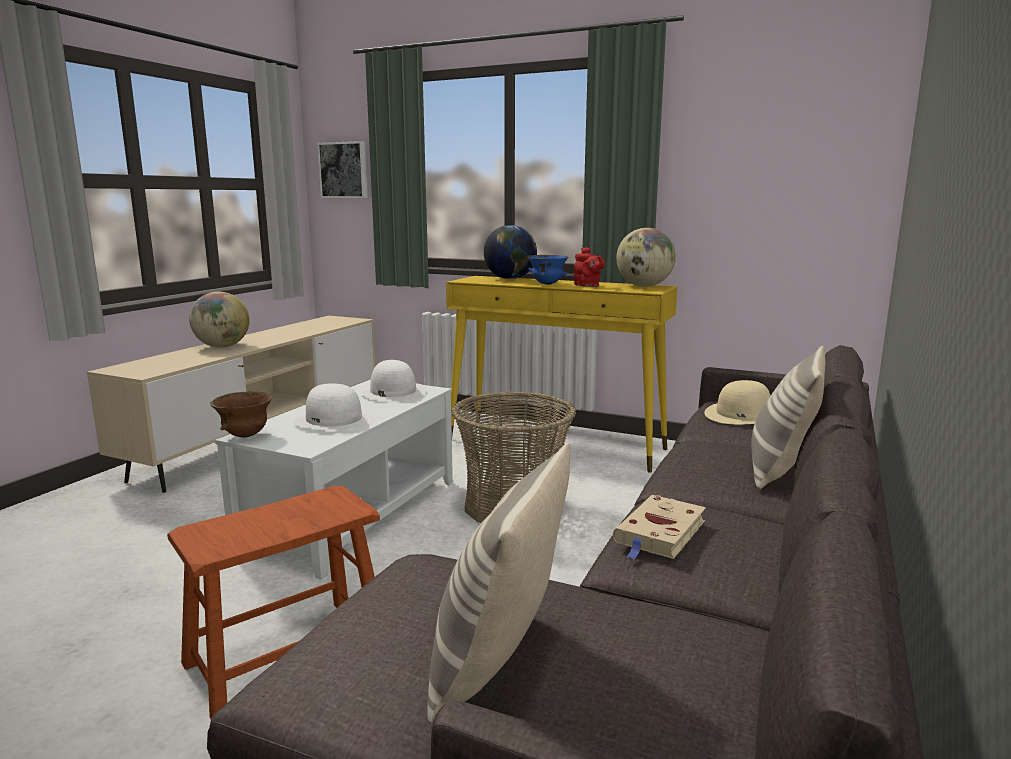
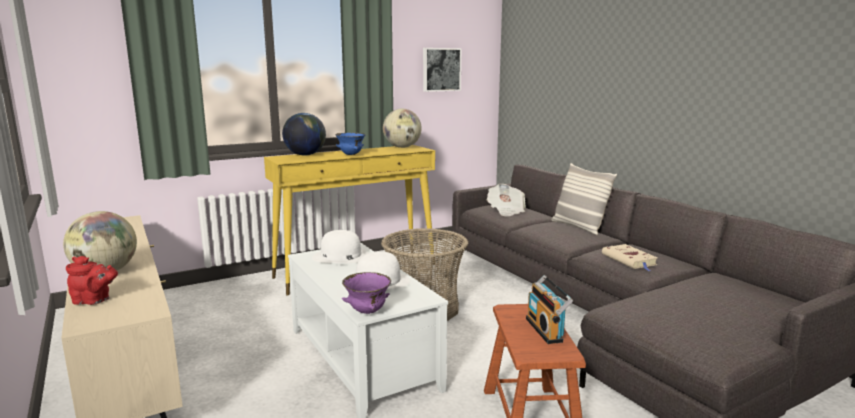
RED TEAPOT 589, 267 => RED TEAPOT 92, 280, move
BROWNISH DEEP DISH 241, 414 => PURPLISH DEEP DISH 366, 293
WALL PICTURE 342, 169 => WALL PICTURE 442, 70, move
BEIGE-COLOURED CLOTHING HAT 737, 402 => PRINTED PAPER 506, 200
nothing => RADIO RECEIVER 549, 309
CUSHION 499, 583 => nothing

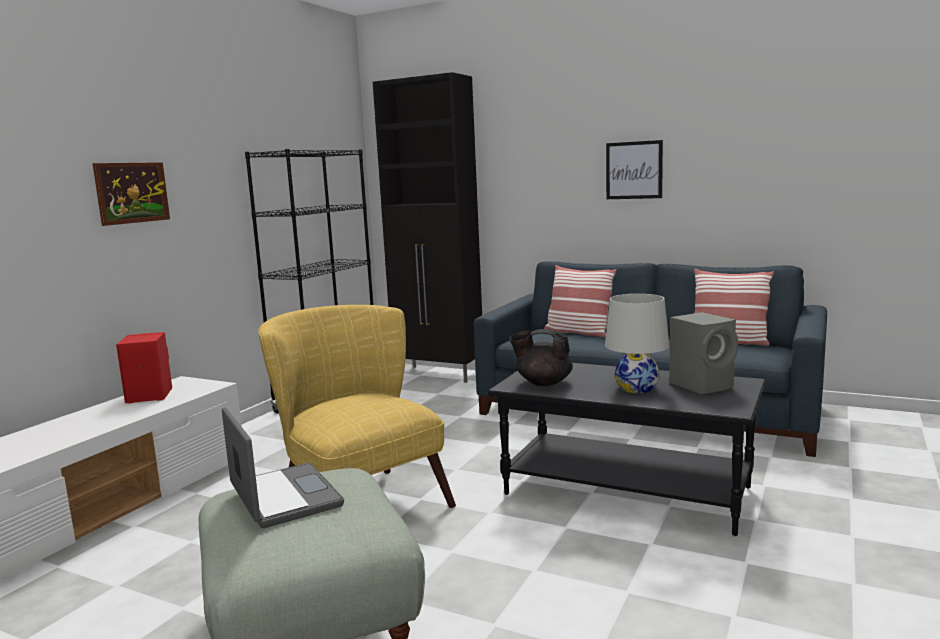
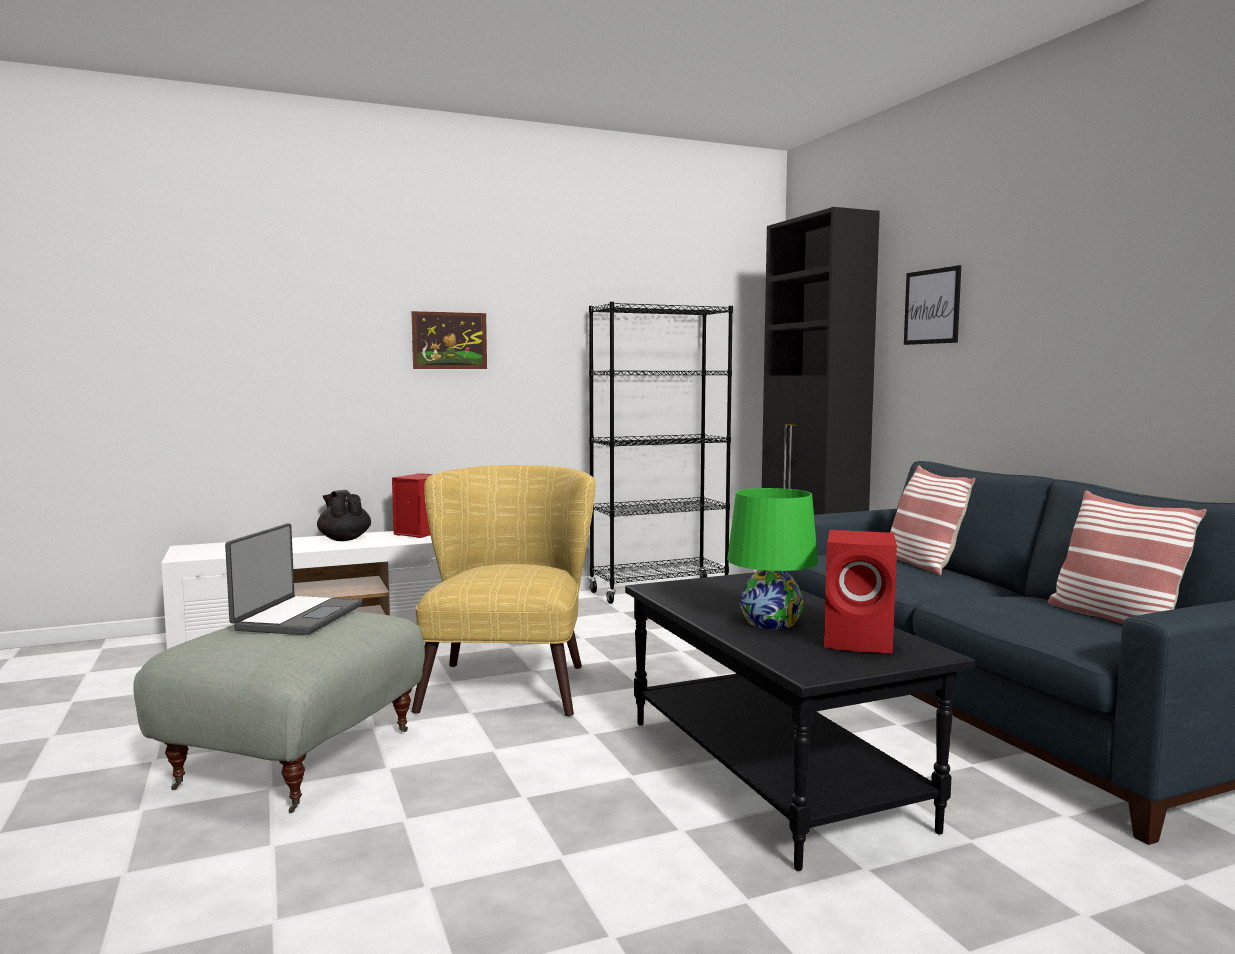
BLACK-COLOURED TEAPOT 541, 357 => BLACK-COLOURED TEAPOT 344, 515, move
WHITE-COLOURED TABLETOP LAMP 637, 343 => GREEN-COLOURED TABLETOP LAMP 772, 558
GRAY AUDIO SPEAKER 703, 353 => RED AUDIO SPEAKER 860, 591
WALL PICTURE 634, 169 => WALL PICTURE 932, 305, move

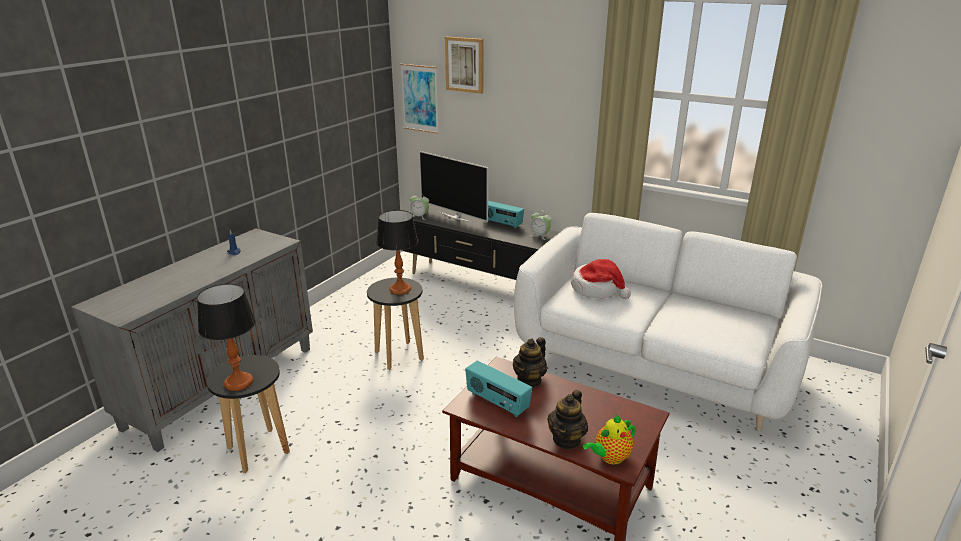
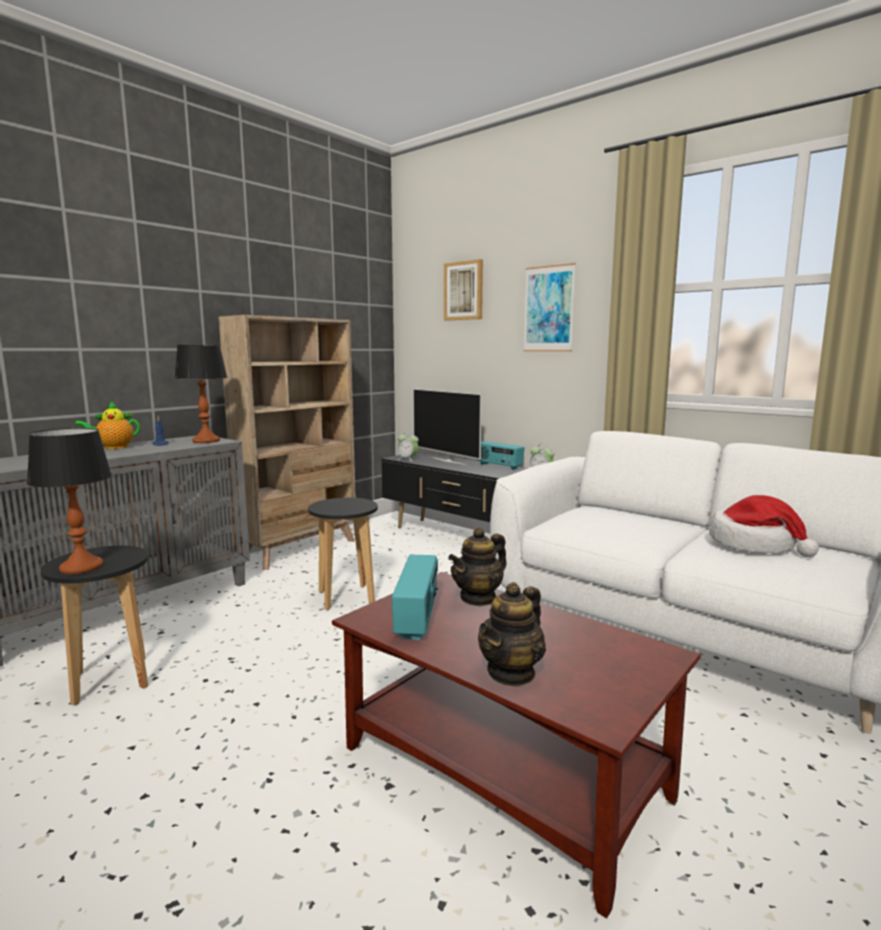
TEAPOT 609, 440 => TEAPOT 107, 425, move
TABLETOP LAMP 397, 252 => TABLETOP LAMP 201, 394, move
nothing => BEIGE-COLOURED SHELVING UNIT 287, 442
RADIO RECEIVER 498, 389 => RADIO RECEIVER 415, 597, 135 degrees counterclockwise
WALL PICTURE 419, 99 => WALL PICTURE 549, 307, move
CLOTHING HAT 601, 279 => CLOTHING HAT 764, 526, move

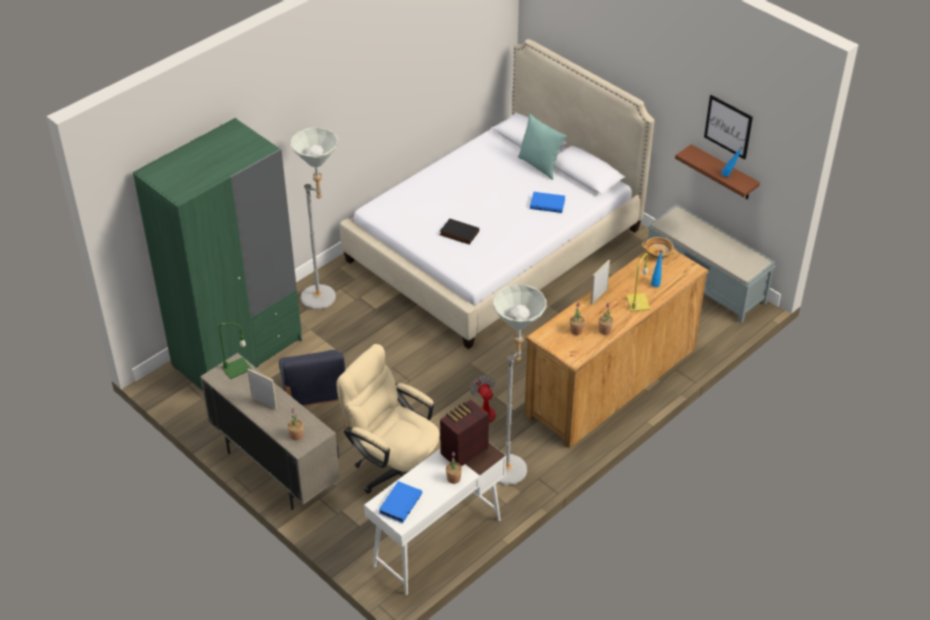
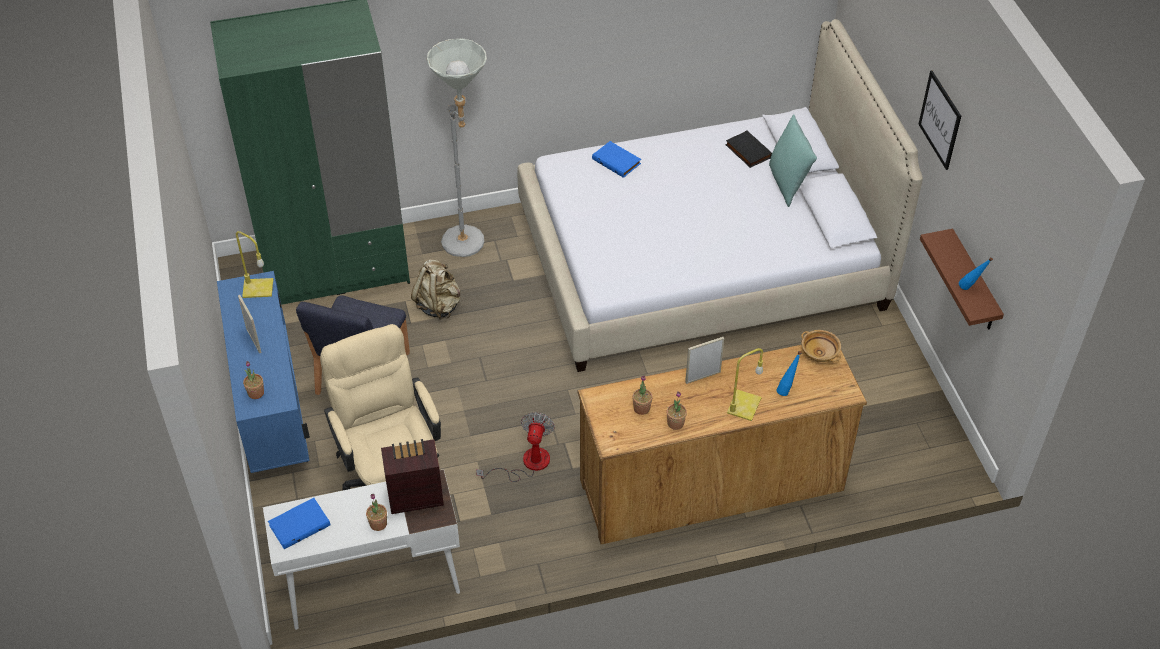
BEIGE-COLOURED CABINET 270, 431 => BLUISH CABINET 263, 372
GREEN-COLOURED TABLETOP LAMP 235, 351 => YELLOW-COLOURED TABLETOP LAMP 254, 264
nothing => BEIGE-COLOURED BACKPACK 435, 289
BLUISH BOOK 547, 202 => BLUISH BOOK 616, 159, move
BLACK-COLOURED BOOK 459, 231 => BLACK-COLOURED BOOK 748, 149, move
WALL PICTURE 728, 127 => WALL PICTURE 939, 120, move
GRAY FLOOR LAMP 519, 384 => nothing
GRAY LONG SEAT 712, 263 => nothing

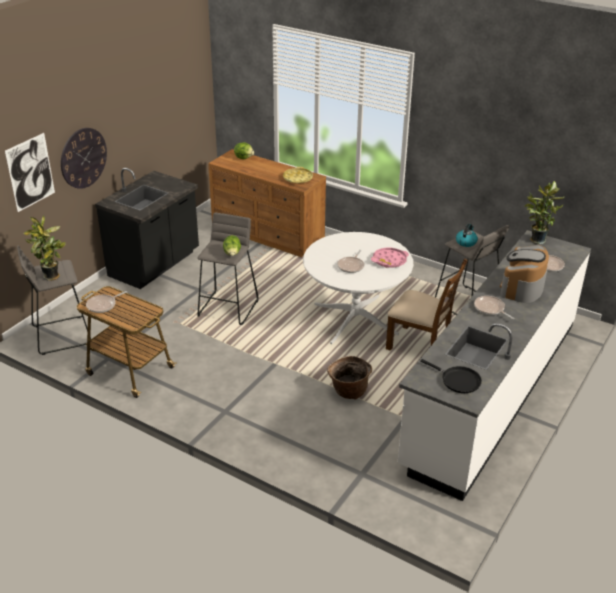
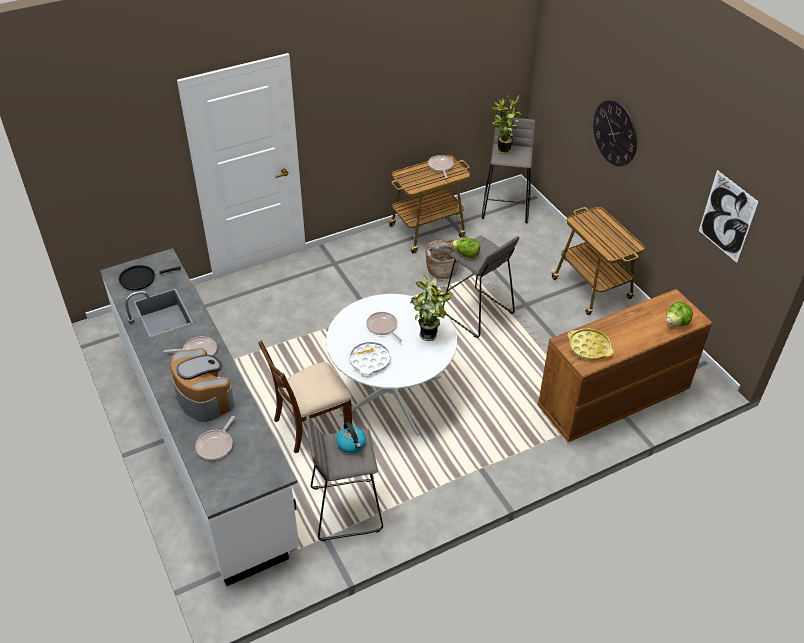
PINKISH SERVING TRAY 390, 258 => WHITE-COLOURED SERVING TRAY 370, 357
PLANT IN A POT 544, 212 => PLANT IN A POT 431, 307, move
BASKET 349, 377 => BASKET 442, 259, move
BLACK-COLOURED KITCHEN BASE UNIT 147, 228 => CART 598, 261
WALL PICTURE 30, 172 => WALL PICTURE 729, 216, move

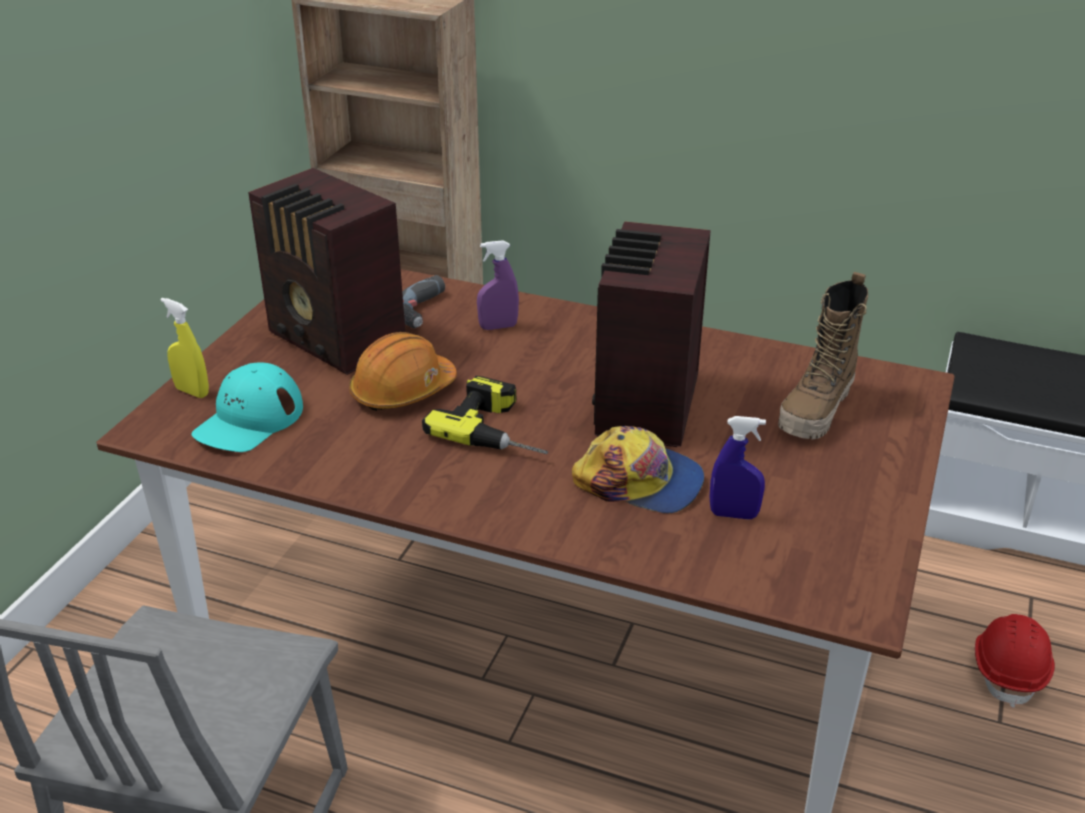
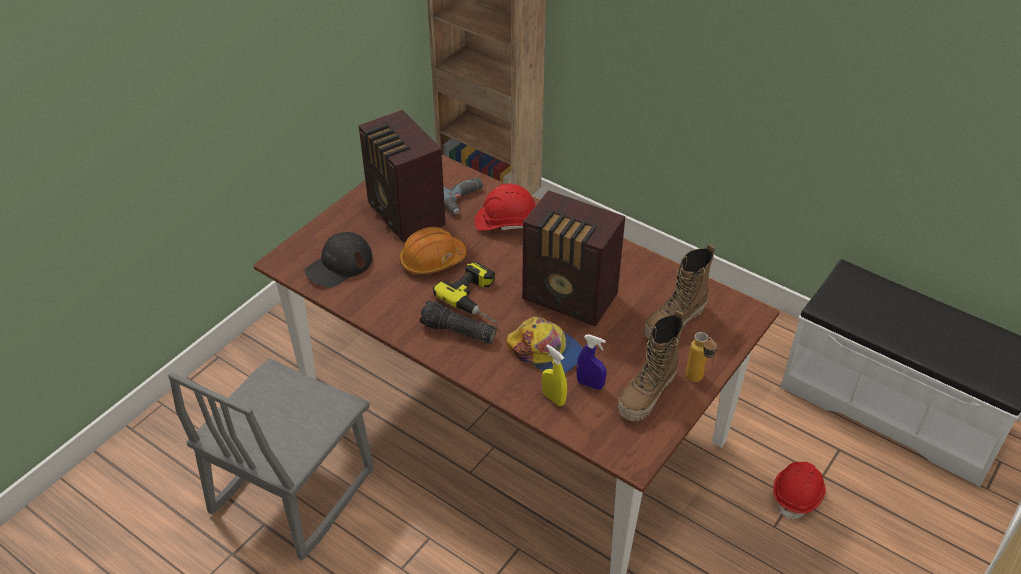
TURQUOISE-COLOURED CAP 247, 407 => BLACK-COLOURED CAP 338, 260
nothing => FLASHLIGHT 458, 322
PURPLISH HAND SPRAYER 498, 285 => RED HARD HAT 505, 207
RADIO RECEIVER 651, 334 => RADIO RECEIVER 573, 258, 90 degrees counterclockwise
YELLOW-COLOURED HAND SPRAYER 185, 347 => YELLOW-COLOURED HAND SPRAYER 554, 375, move
nothing => HIGH-TOP BOOT 651, 365
nothing => BOTTLE 701, 357

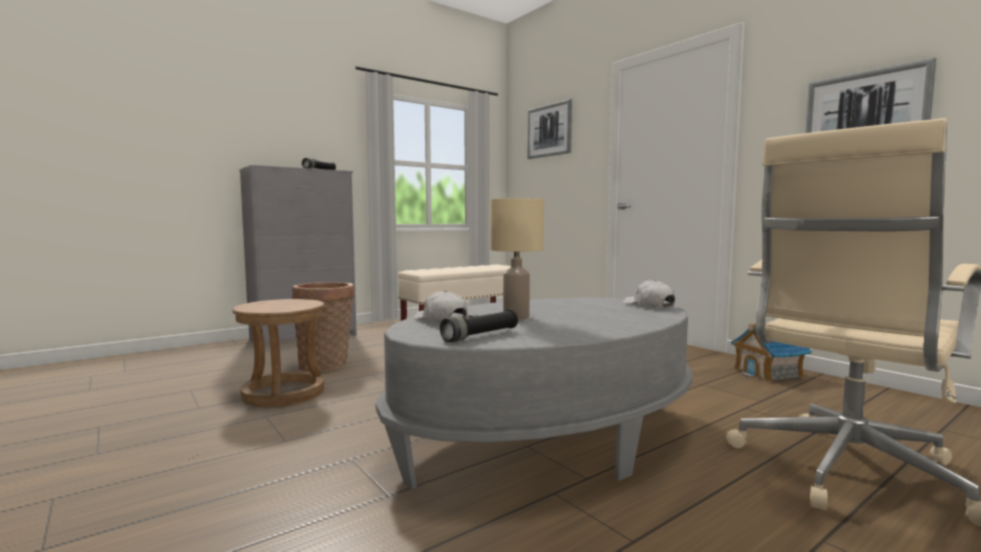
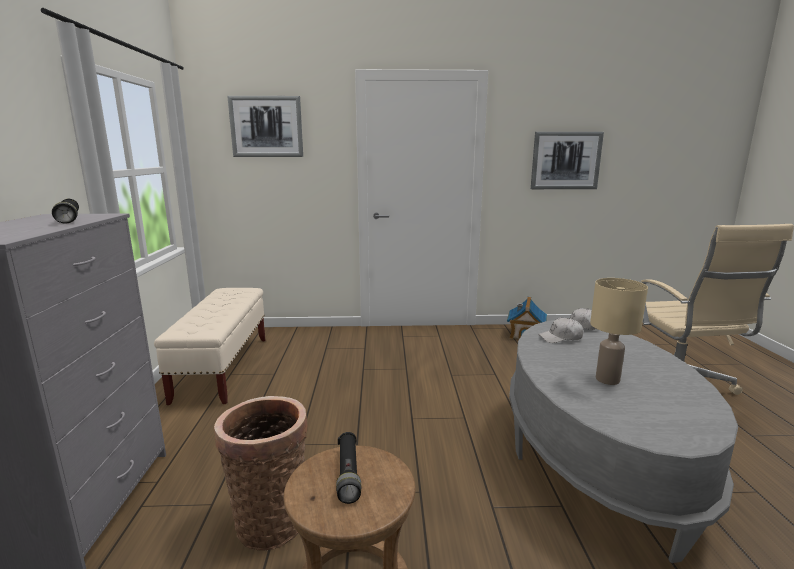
BLACK-COLOURED FLASHLIGHT 479, 326 => BLACK-COLOURED FLASHLIGHT 348, 468, move
WHITE-COLOURED CAP 440, 306 => WHITE-COLOURED CAP 561, 330, move

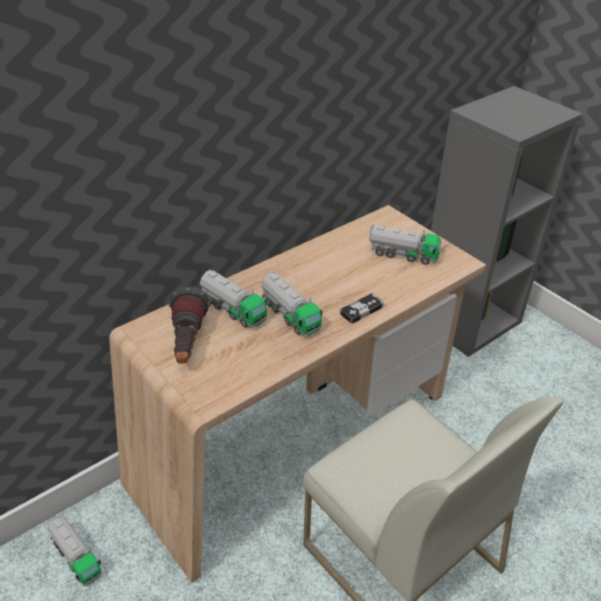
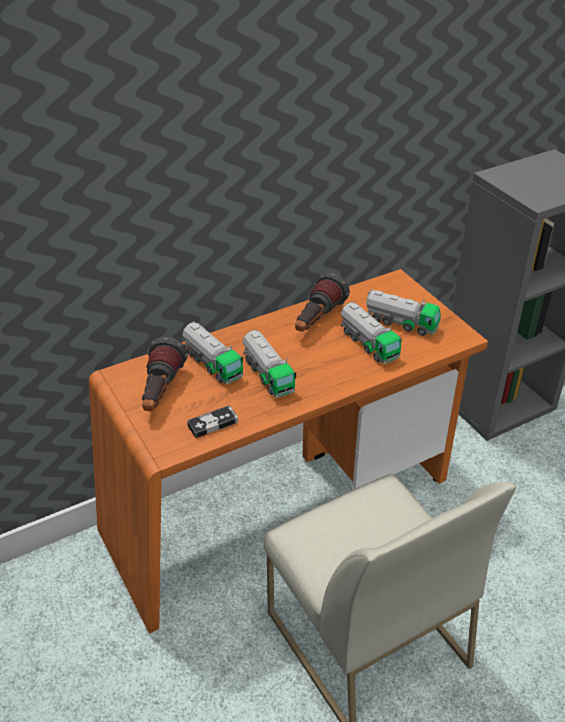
BEIGE-COLOURED DESK UNIT 297, 394 => ORANGEY DESK UNIT 288, 451
GAME CONTROLLER 362, 308 => GAME CONTROLLER 212, 421, move
nothing => FLASHLIGHT 322, 302
TOY TRUCK 75, 551 => TOY TRUCK 371, 333, move

